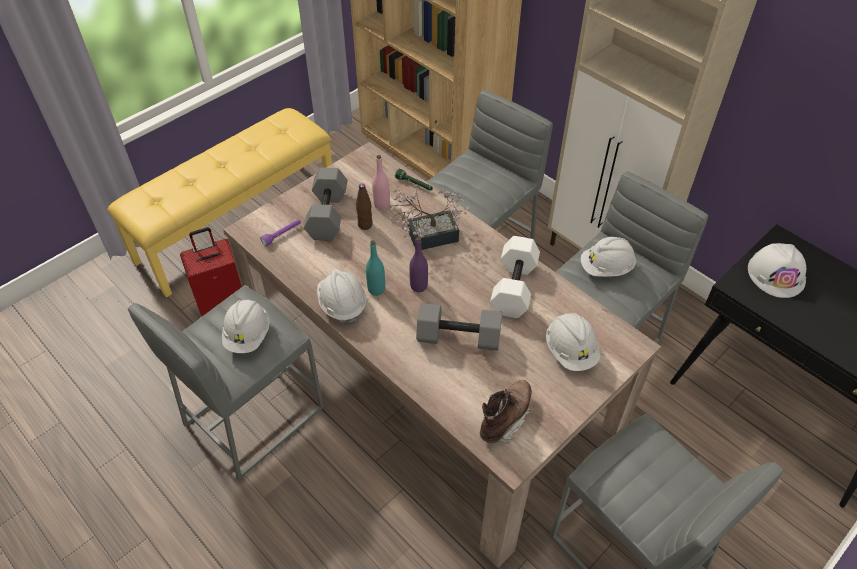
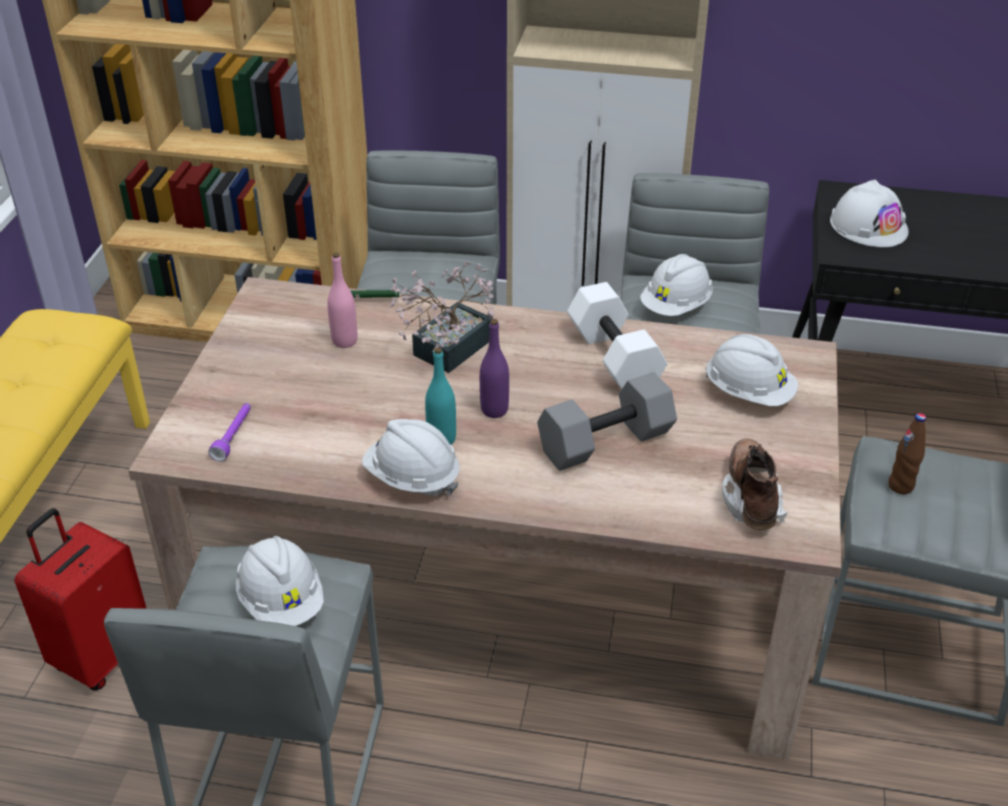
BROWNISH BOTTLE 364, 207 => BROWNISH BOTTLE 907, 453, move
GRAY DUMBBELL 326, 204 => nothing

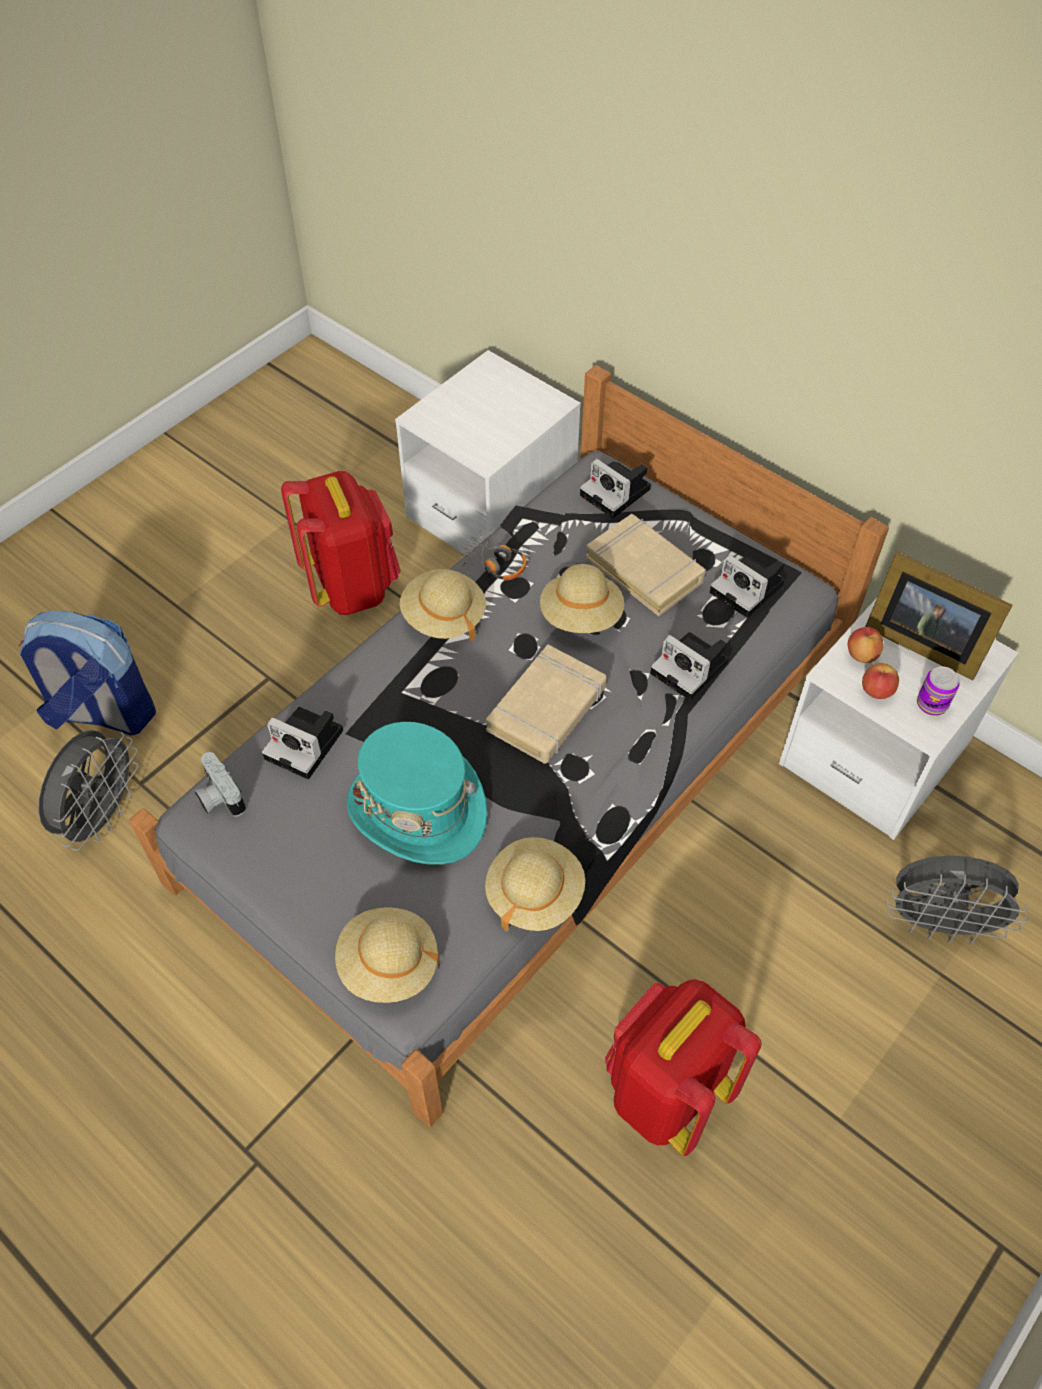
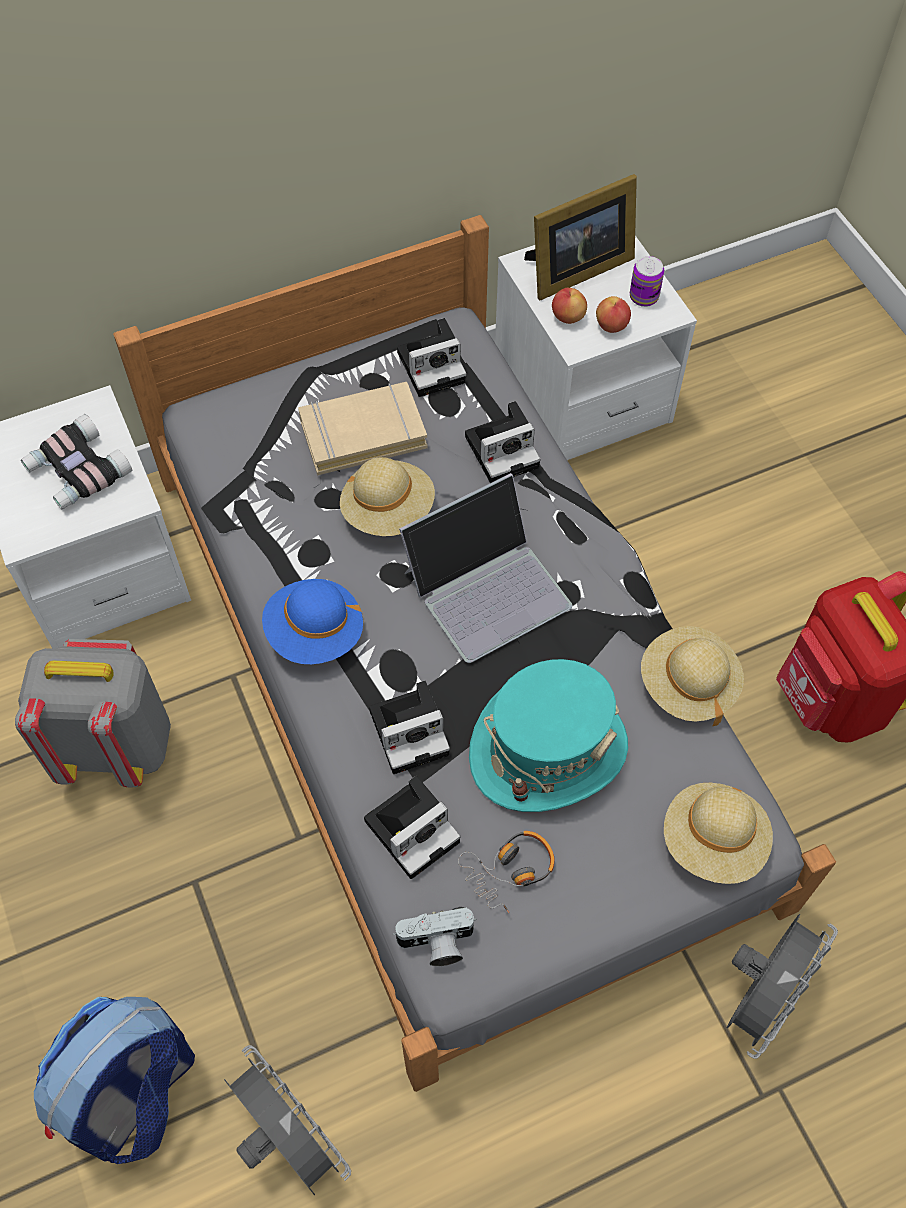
RED BACKPACK 341, 543 => GRAY BACKPACK 93, 713
nothing => BINOCULARS 76, 461
BEIGE-COLOURED CLOTHING HAT 443, 605 => BLUISH CLOTHING HAT 312, 621
STILL CAMERA 615, 488 => STILL CAMERA 409, 727, move
BEIGE-COLOURED BOOK 546, 704 => LAPTOP 485, 568
HEADPHONES 493, 554 => HEADPHONES 506, 872, move
GRAY ELECTRIC FAN 957, 900 => GRAY ELECTRIC FAN 782, 986, move

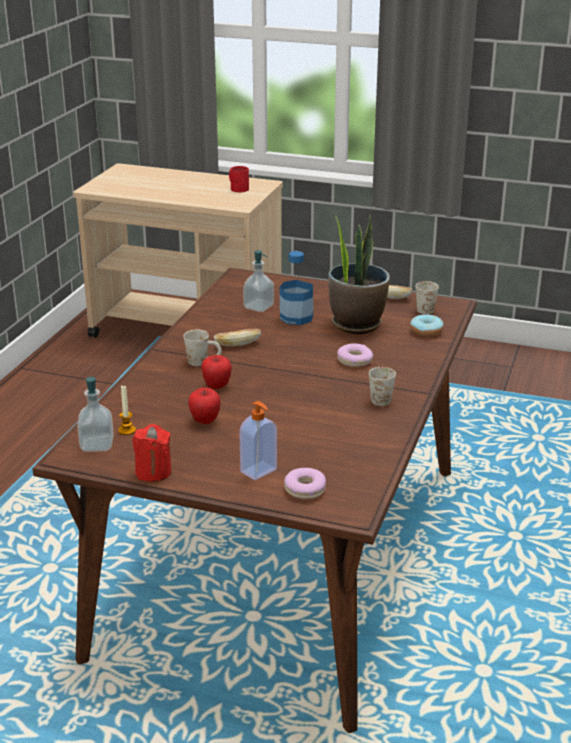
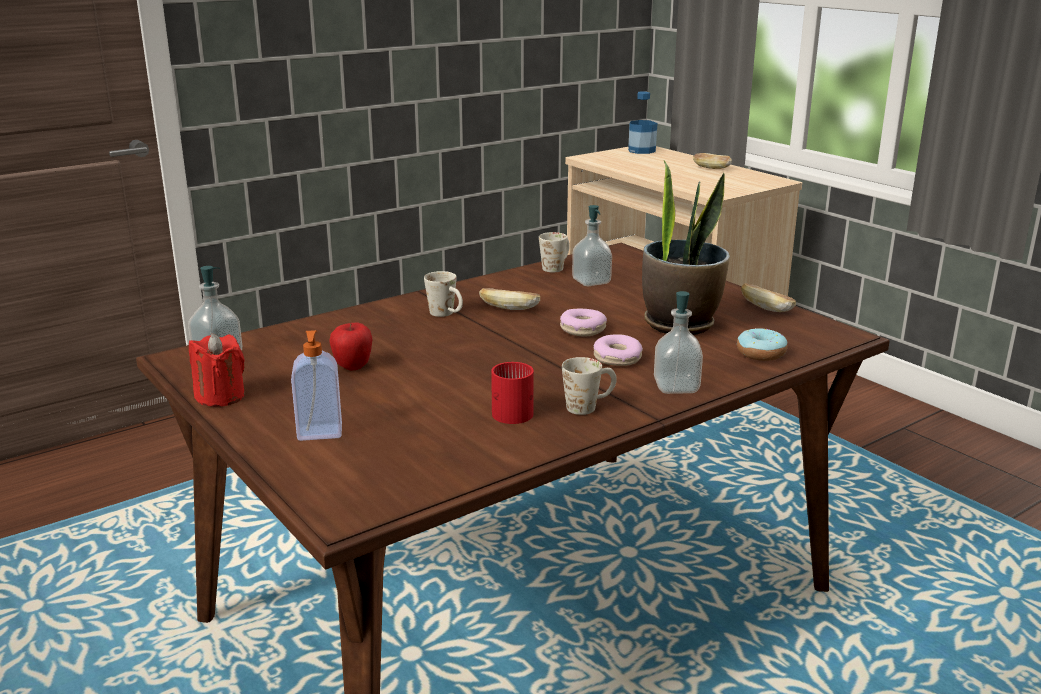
RED TEA MUG 239, 179 => RED TEA MUG 512, 393, move
WHITE-COLOURED TEA MUG 427, 297 => WHITE-COLOURED TEA MUG 554, 252, move
RING DOUGHNUT 305, 483 => RING DOUGHNUT 583, 322, move
BOTTLE 296, 288 => BOTTLE 643, 122, move
nothing => SOAP BOTTLE 678, 342
nothing => BAKED BREAD 712, 161
CANDLE 127, 410 => nothing
WHOLE APPLE 216, 372 => nothing

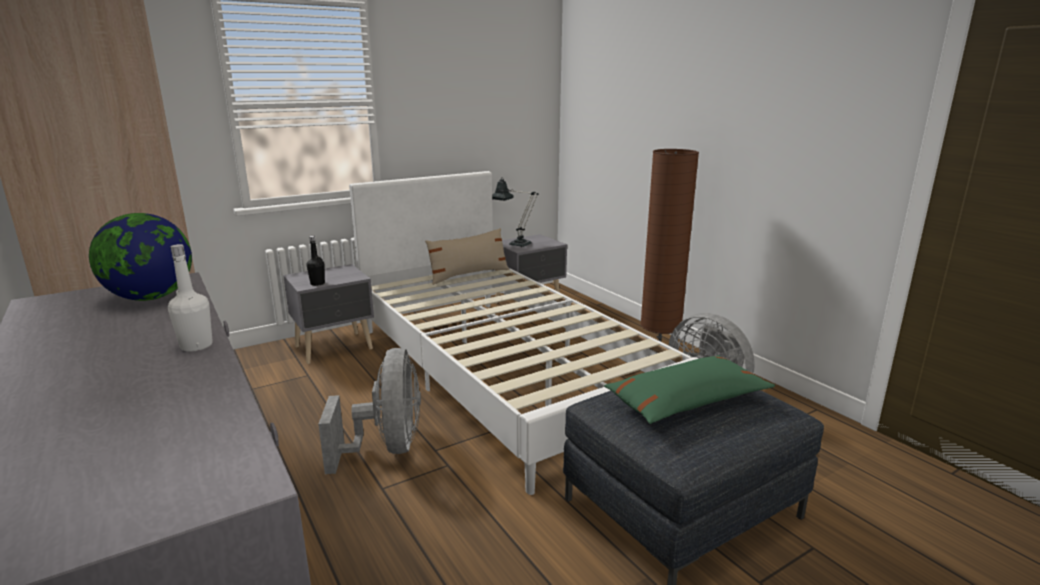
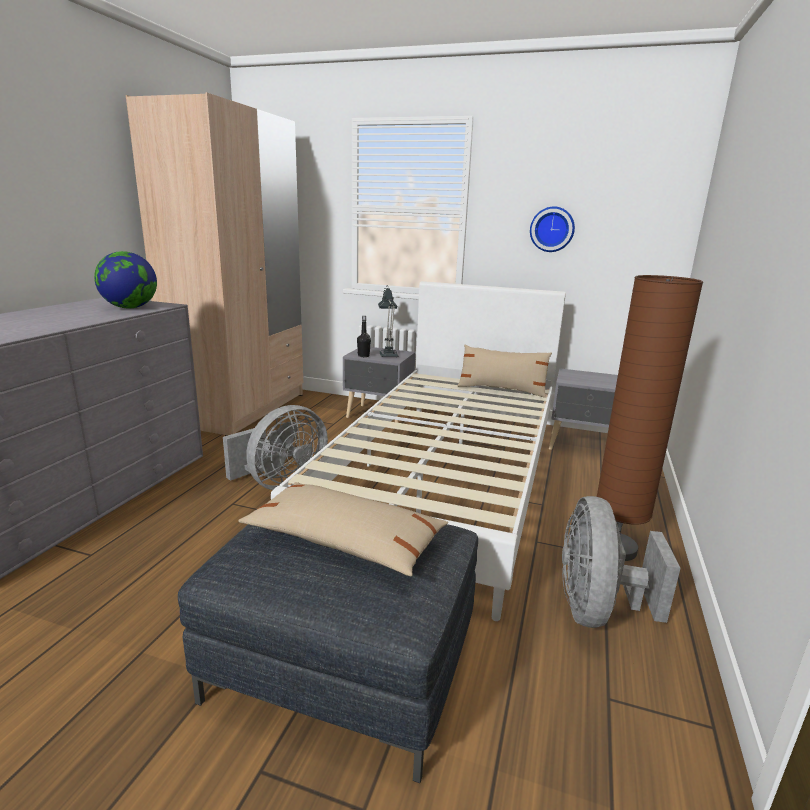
GREEN-COLOURED CUSHION 689, 389 => BEIGE-COLOURED CUSHION 343, 529
TABLETOP LAMP 515, 212 => TABLETOP LAMP 388, 321, move
nothing => WALL CLOCK 552, 229
WHITE-COLOURED BOTTLE 190, 298 => nothing

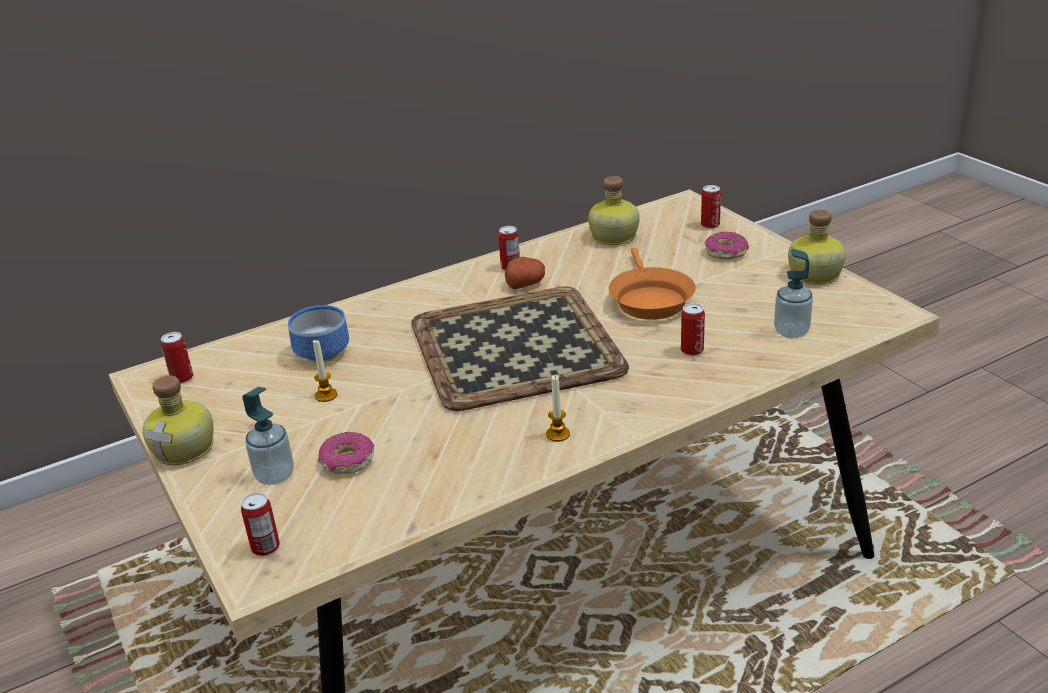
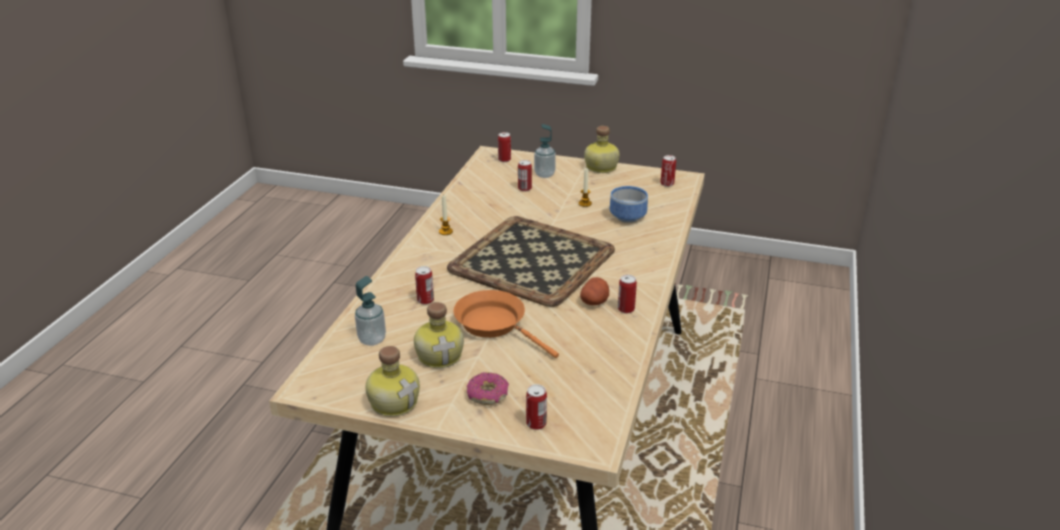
BOTTLE 614, 210 => BOTTLE 439, 335, move
RING DOUGHNUT 346, 453 => CAN 525, 176

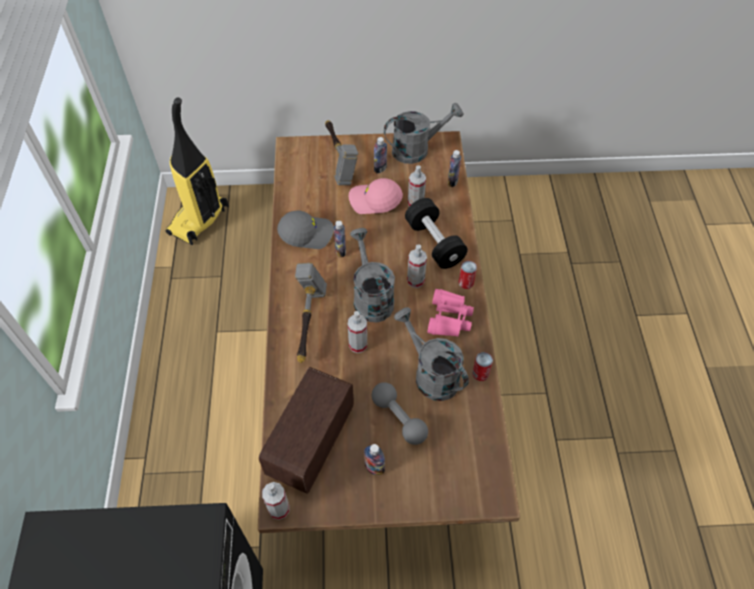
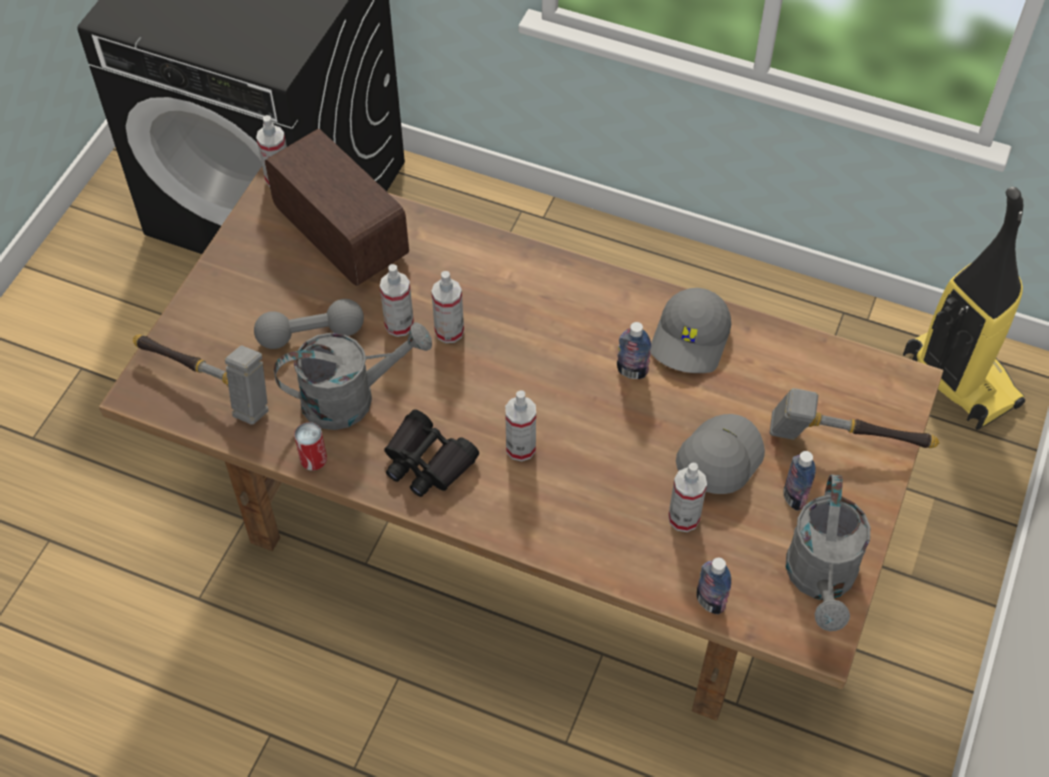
TOOL HAMMER 311, 313 => TOOL HAMMER 200, 380, move
nothing => HAND SPRAYER 397, 300
PINKISH BINOCULARS 450, 313 => BLACK-COLOURED BINOCULARS 431, 453
PINKISH CAP 376, 196 => GRAY CAP 720, 454
GRAY WATERING CAN 372, 275 => nothing
BOTTLE 374, 459 => nothing
BLACK-COLOURED DUMBBELL 436, 233 => nothing
CAN 467, 275 => nothing

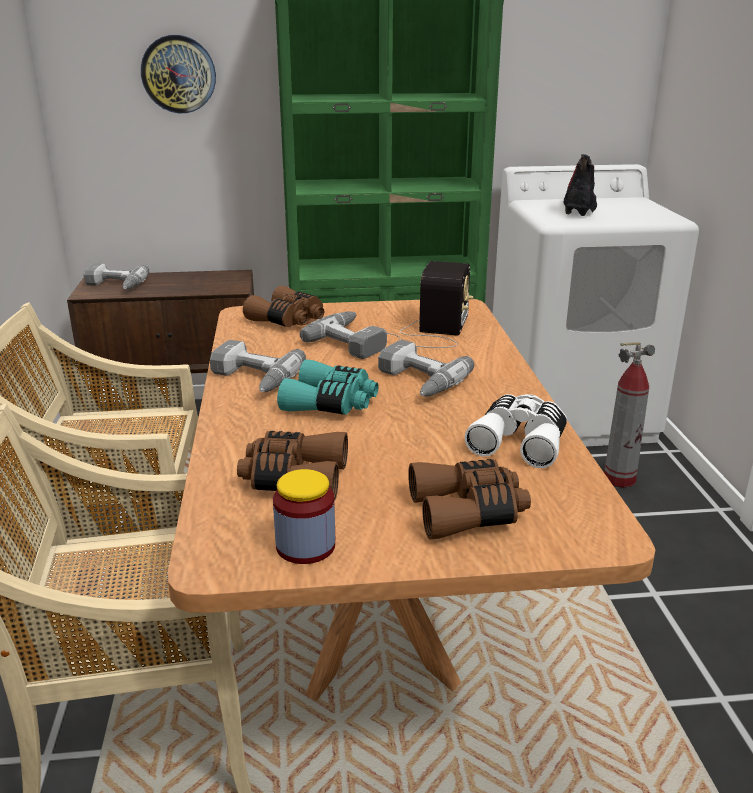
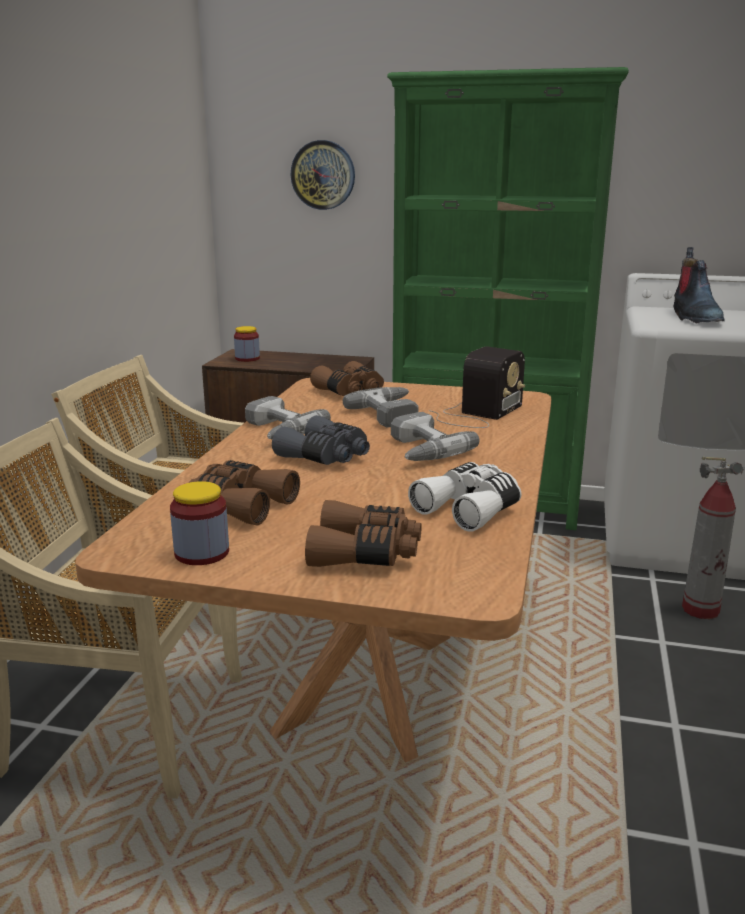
ELECTRIC DRILL 116, 276 => JAR 247, 344
TURQUOISE-COLOURED BINOCULARS 328, 387 => GRAY BINOCULARS 321, 440
HIGH-TOP BOOT 580, 185 => HIGH-TOP BOOT 699, 285, 150 degrees clockwise

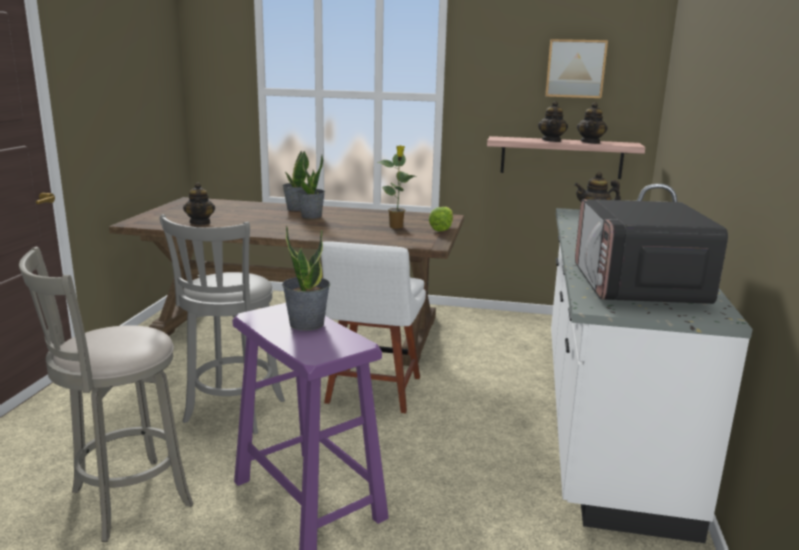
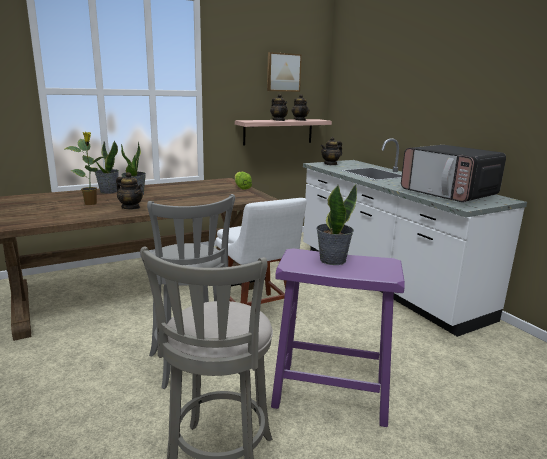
PLANT IN A POT 397, 187 => PLANT IN A POT 86, 168, move
TEAPOT 199, 203 => TEAPOT 129, 190, move

